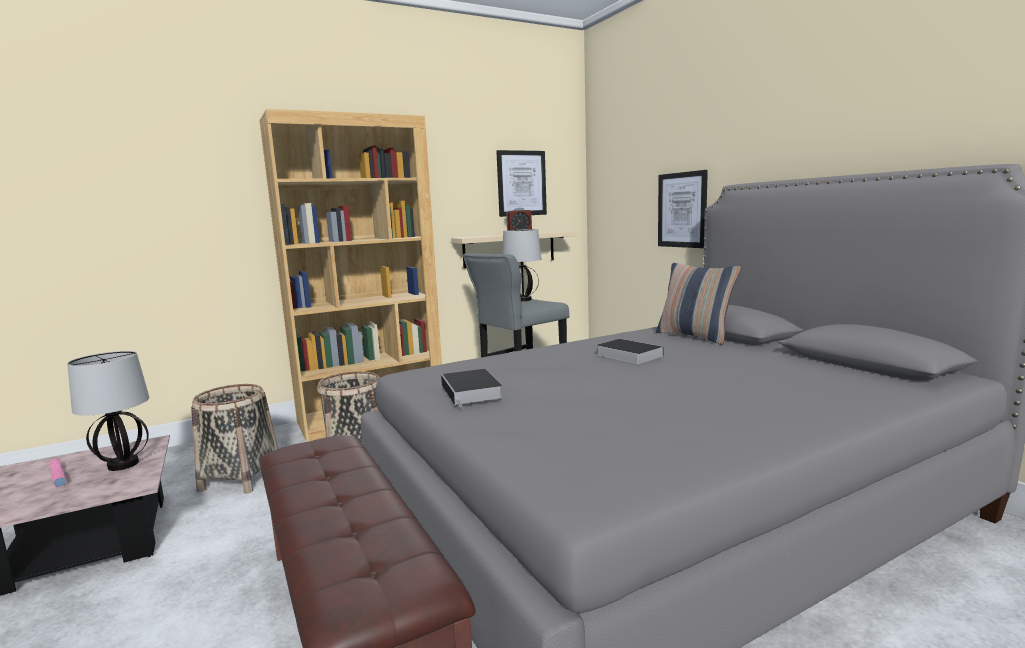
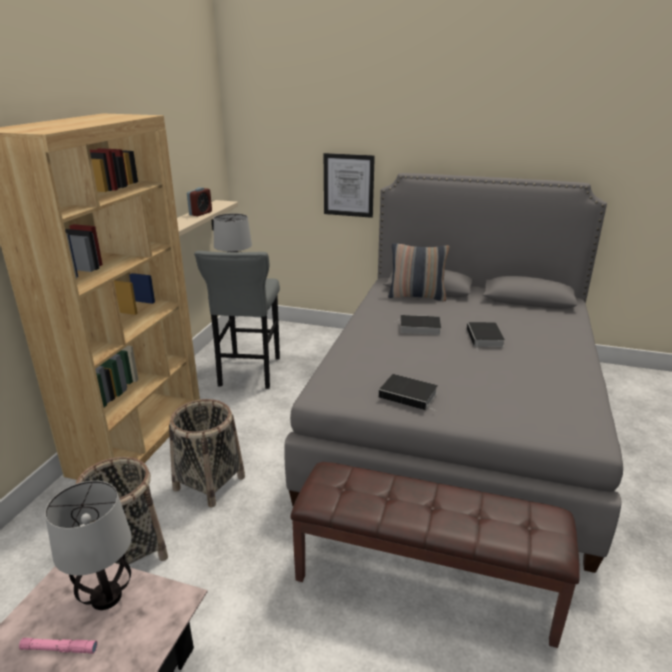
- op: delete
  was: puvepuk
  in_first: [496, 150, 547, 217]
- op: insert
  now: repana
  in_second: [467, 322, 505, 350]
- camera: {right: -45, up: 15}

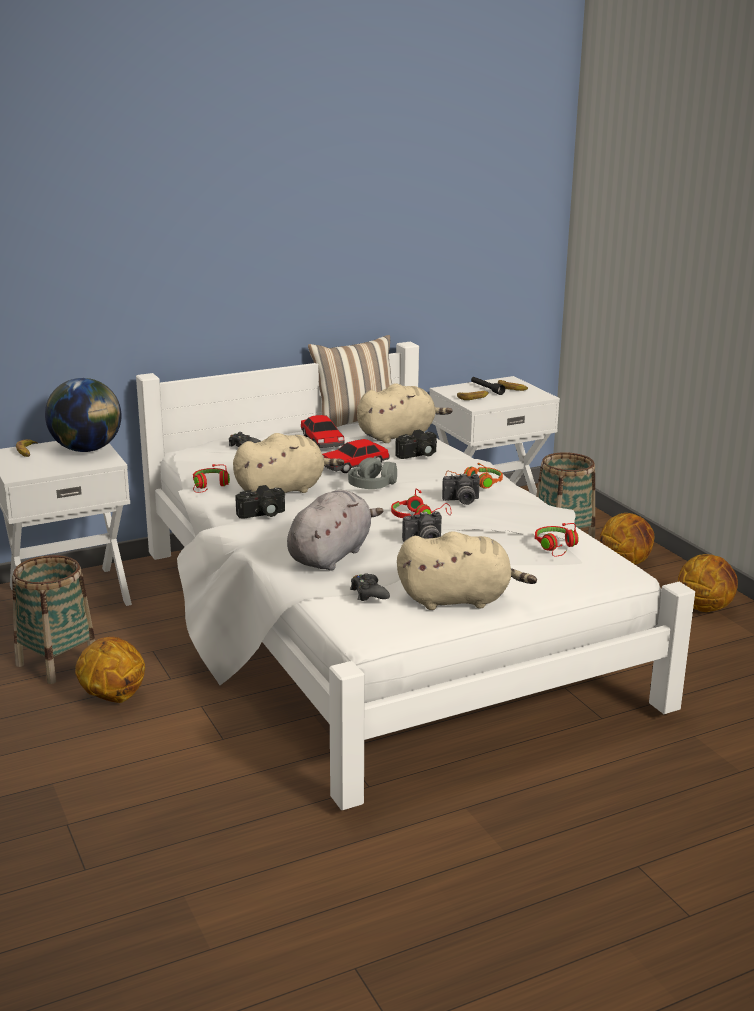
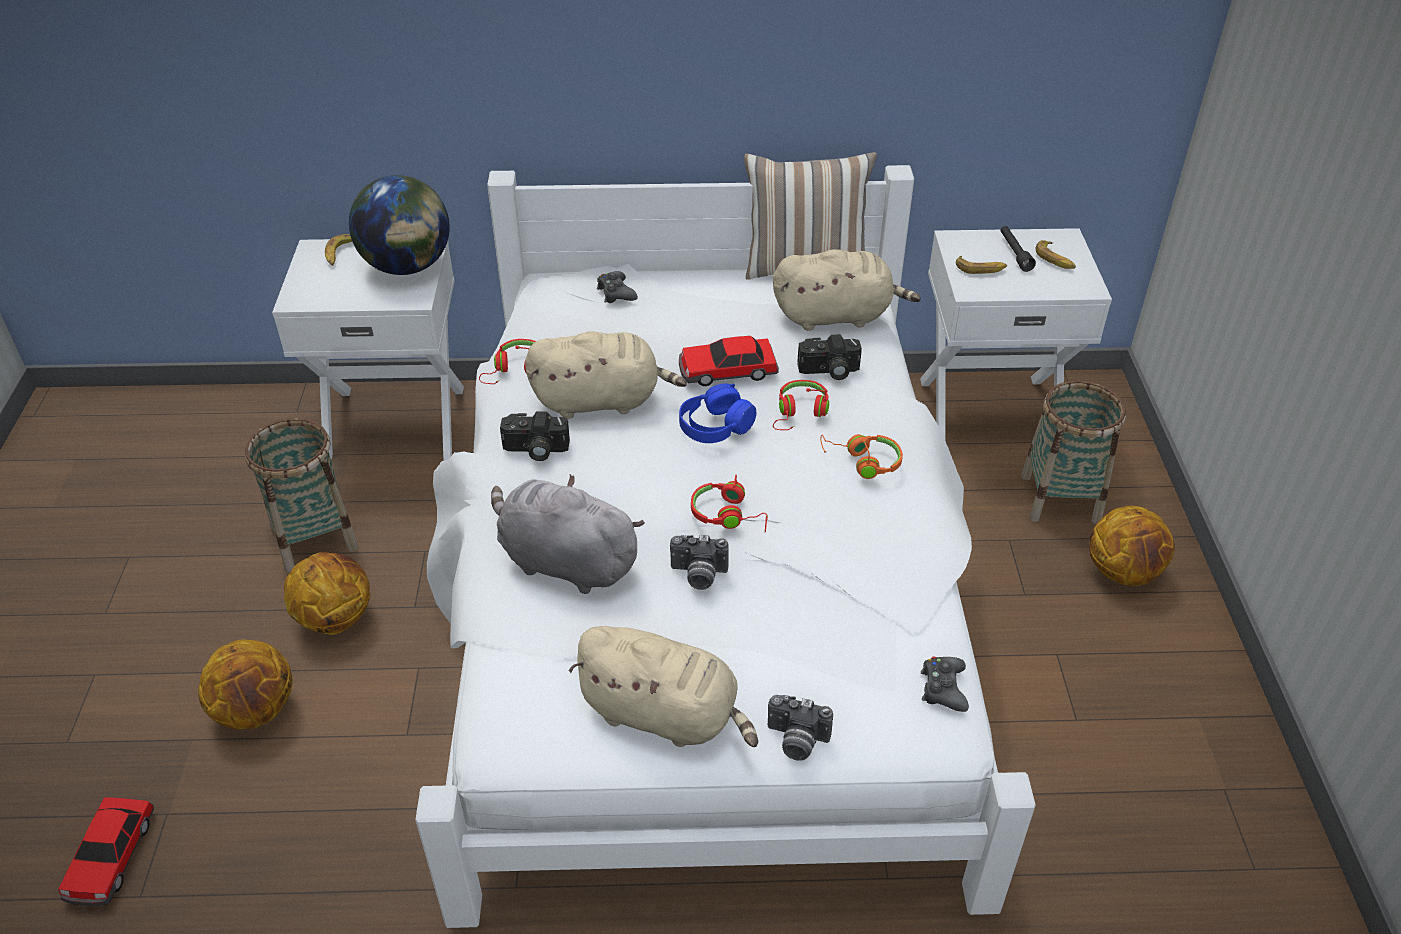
- op: rotate
  was: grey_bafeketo
  in_first: [287, 490, 384, 571]
  in_second: [491, 474, 645, 594]
  clockwise: -120
- op: move
  was: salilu
  in_first: [301, 415, 344, 448]
  in_second: [58, 797, 154, 906]
- op: recolor
  was: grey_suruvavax
  now: blue_suruvavax
  in_first: [348, 456, 397, 489]
  in_second: [679, 383, 756, 443]
- op: move
  was: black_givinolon
  in_first: [350, 573, 390, 601]
  in_second: [921, 657, 969, 712]
- op: move
  was: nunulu
  in_first: [442, 473, 480, 505]
  in_second: [768, 695, 833, 761]
- op: move
  was: red_suruvavax
  in_first: [535, 523, 579, 557]
  in_second: [773, 380, 829, 430]
- op: move
  was: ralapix
  in_first: [678, 554, 738, 612]
  in_second: [198, 639, 293, 730]
- camera: {right: 25, up: 20}

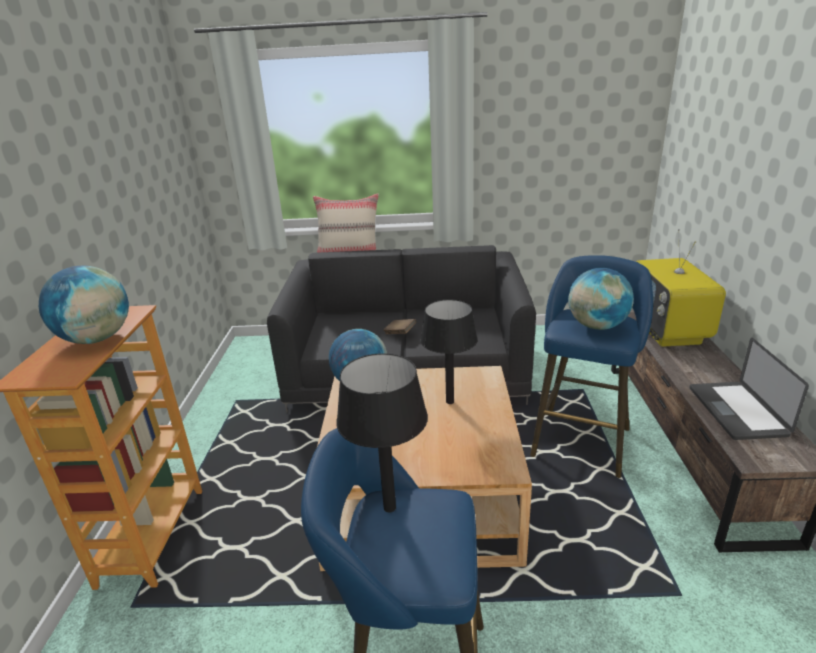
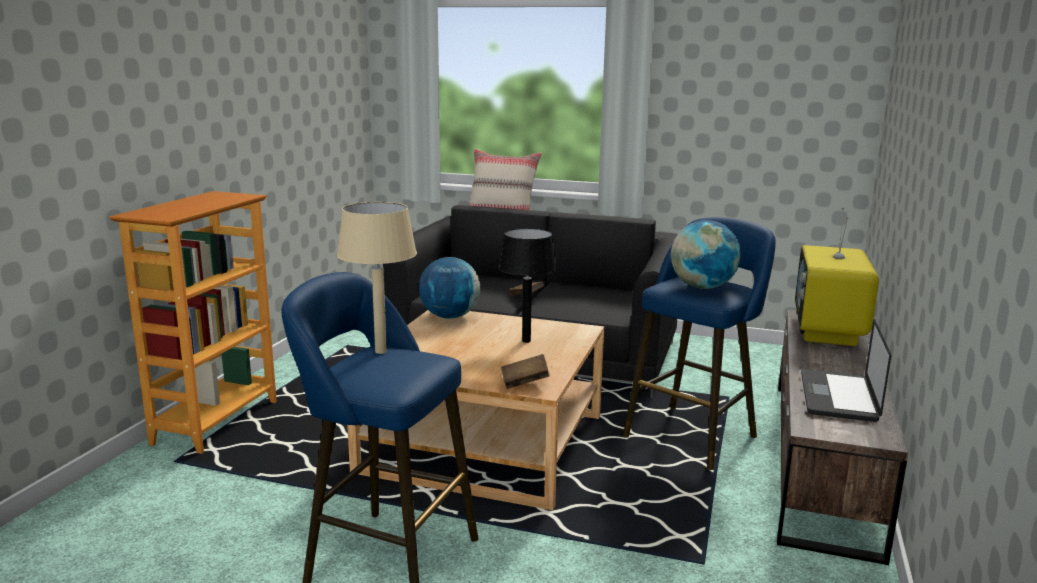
- op: delete
  was: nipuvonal
  in_first: [39, 266, 129, 344]
- op: recolor
  was: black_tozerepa
  now: beige_tozerepa
  in_first: [336, 353, 428, 513]
  in_second: [337, 202, 417, 354]
- op: insert
  now: brown_repana
  in_second: [501, 354, 550, 389]
- camera: {right: 15, up: -10}

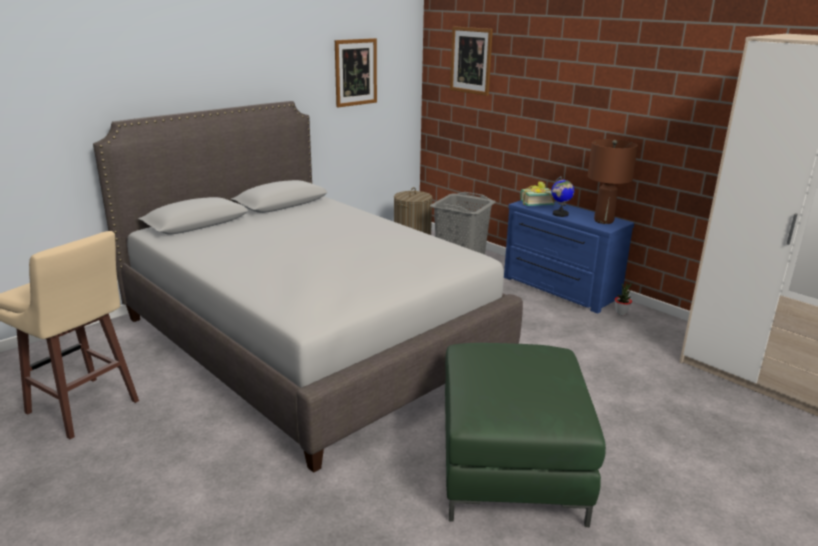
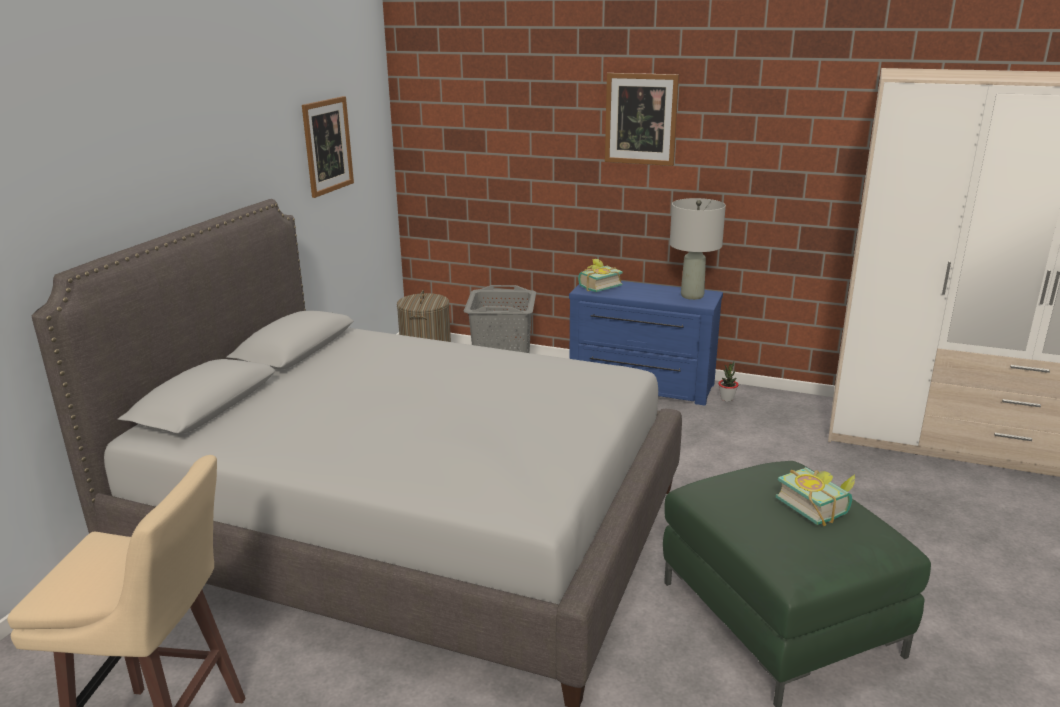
- op: move
  was: puvepuk
  in_first: [450, 26, 493, 96]
  in_second: [605, 73, 679, 166]
- op: delete
  was: nipuvonal
  in_first: [551, 176, 574, 217]
- op: recolor
  was: brown_tozerepa
  now: grey_tozerepa
  in_first: [588, 139, 638, 224]
  in_second: [670, 198, 726, 300]
- op: insert
  now: repana
  in_second: [776, 467, 855, 526]
- camera: {right: -25, up: 0}

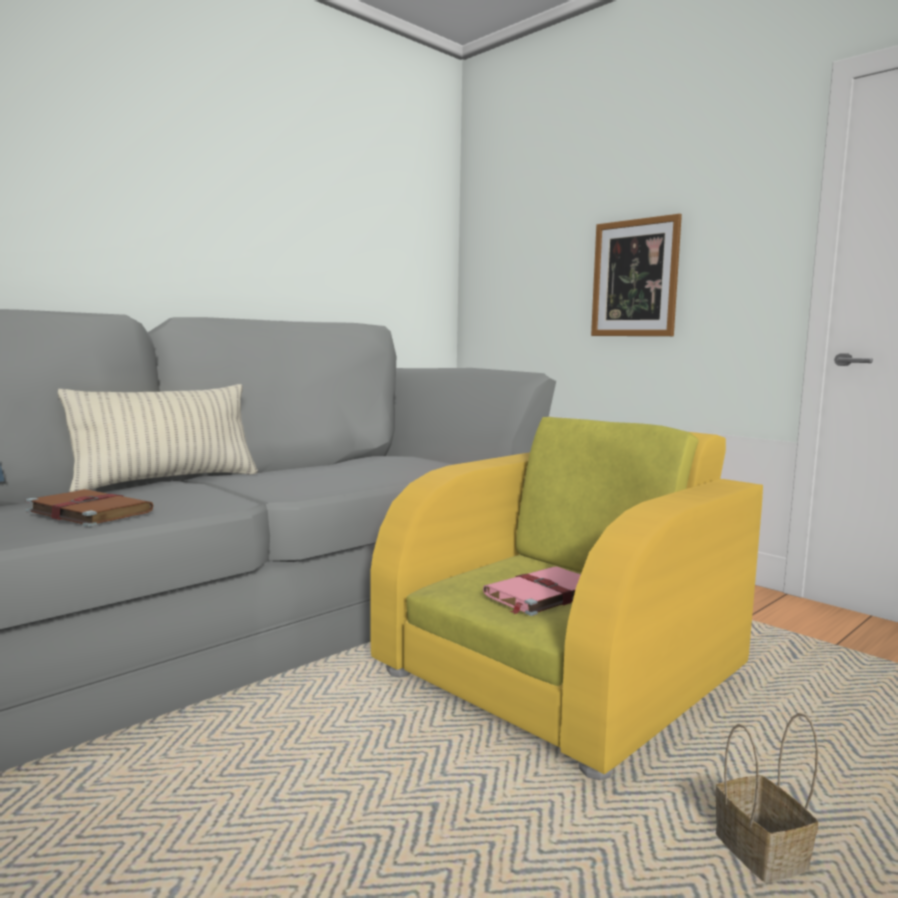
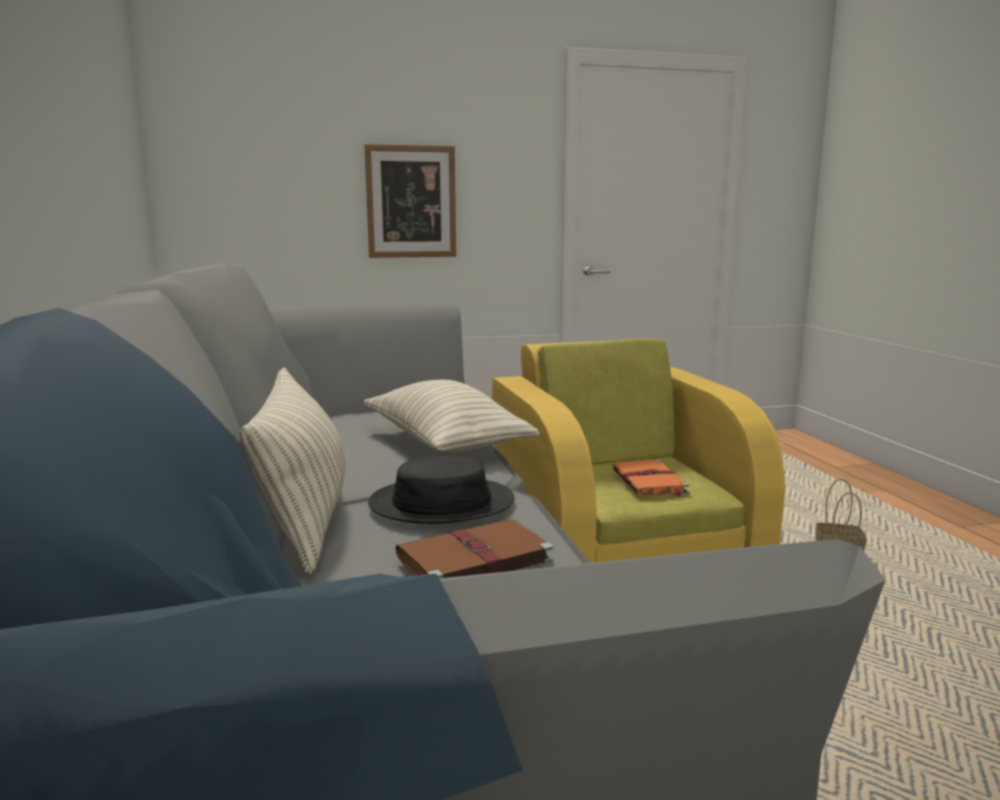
- op: recolor
  was: pink_repana
  now: orange_repana
  in_first: [483, 566, 581, 616]
  in_second: [613, 459, 689, 498]
- op: insert
  now: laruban
  in_second: [364, 380, 540, 452]
- op: insert
  now: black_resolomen
  in_second: [368, 456, 514, 524]
- camera: {right: -60, up: 5}

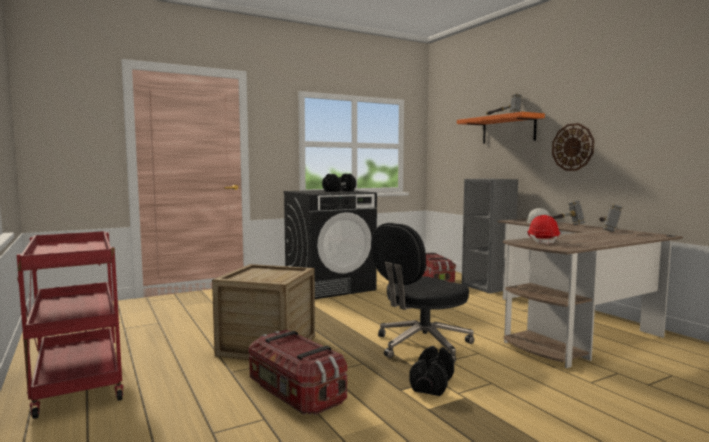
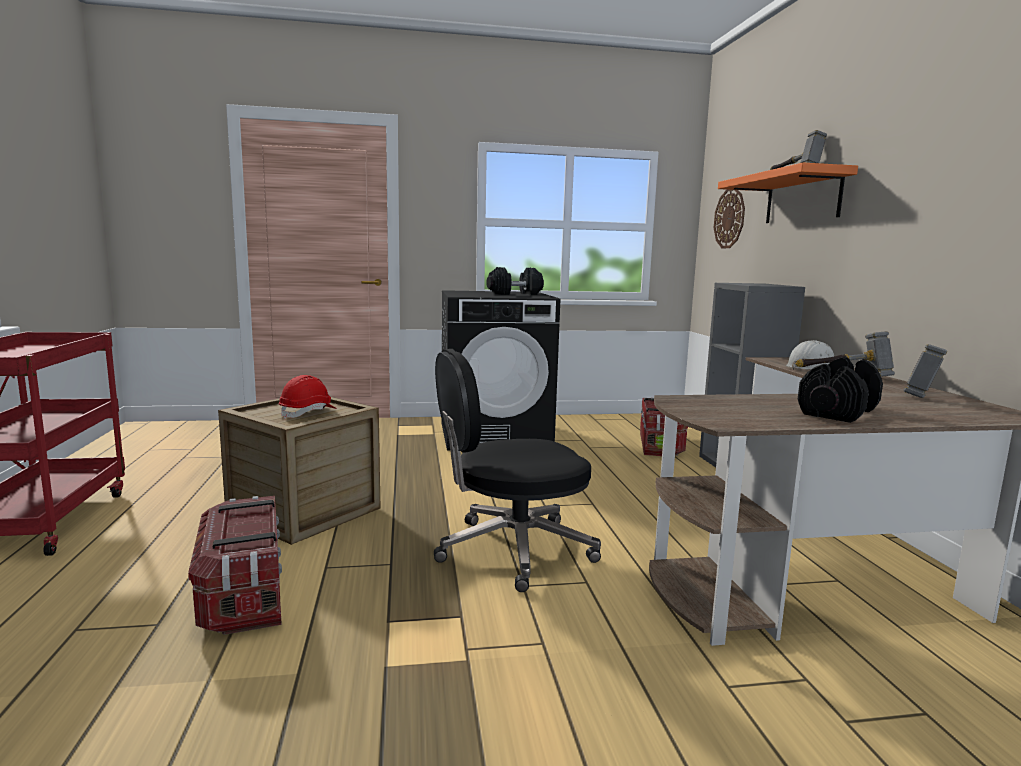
- op: move
  was: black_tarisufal
  in_first: [409, 346, 454, 396]
  in_second: [798, 357, 883, 423]
- op: move
  was: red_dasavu
  in_first: [527, 215, 560, 245]
  in_second: [279, 375, 337, 419]
- op: move
  was: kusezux
  in_first: [552, 123, 594, 171]
  in_second: [714, 190, 745, 248]
- camera: {right: 20, up: 5}

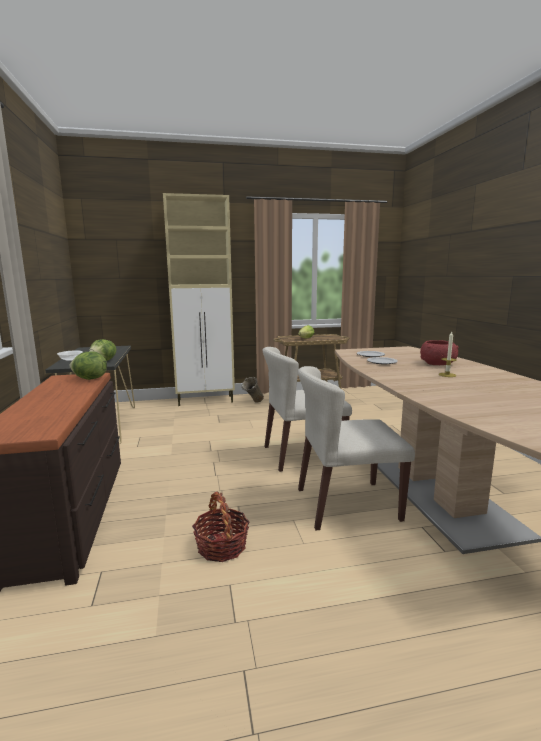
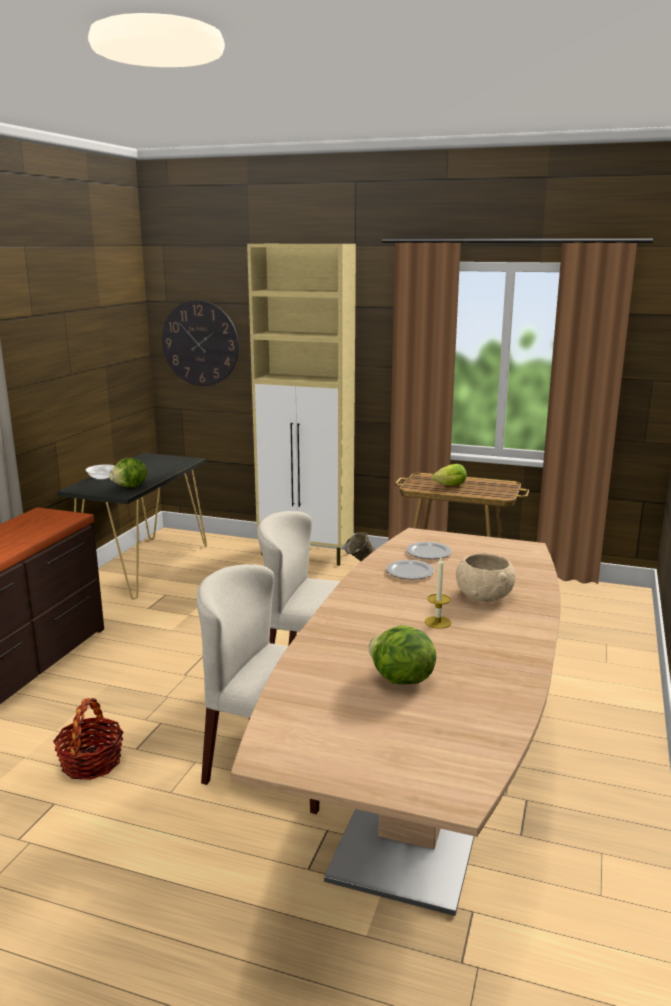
- op: move
  was: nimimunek
  in_first: [70, 351, 107, 380]
  in_second: [368, 625, 436, 684]
- op: recolor
  was: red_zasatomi
  now: beige_zasatomi
  in_first: [420, 340, 459, 365]
  in_second: [456, 553, 516, 601]
- op: insert
  now: kusezux
  in_second: [162, 300, 239, 386]
- camera: {right: 30, up: 5}

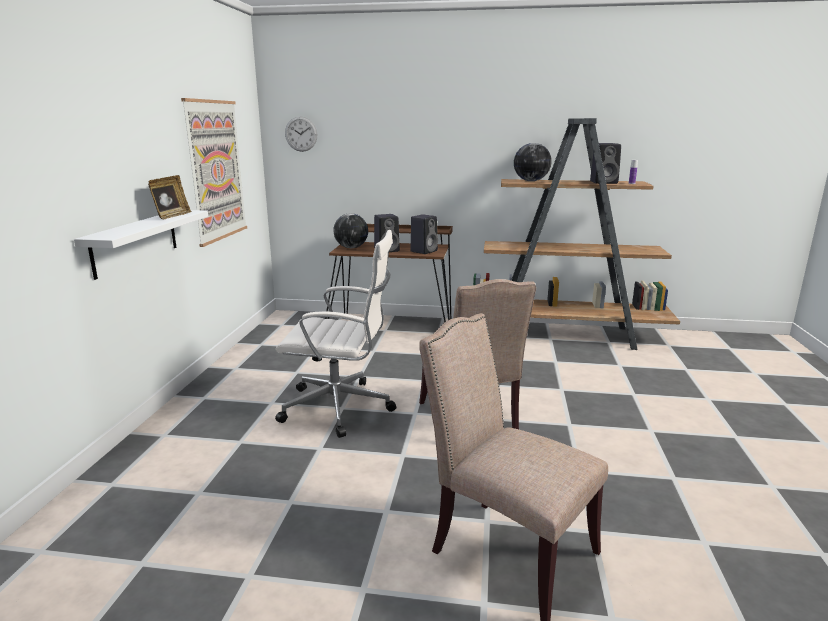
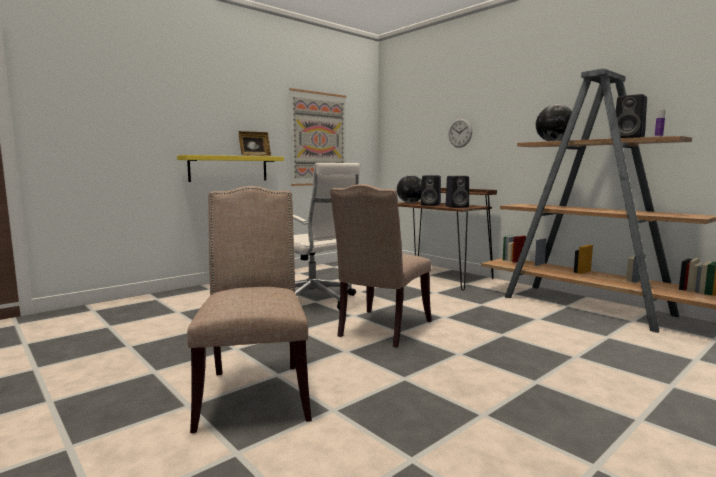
- op: recolor
  was: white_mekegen
  now: yellow_mekegen
  in_first: [74, 210, 208, 280]
  in_second: [177, 155, 284, 182]
- op: move
  was: kusezux
  in_first: [285, 116, 317, 152]
  in_second: [449, 118, 472, 148]
- camera: {right: 40, up: -10}

